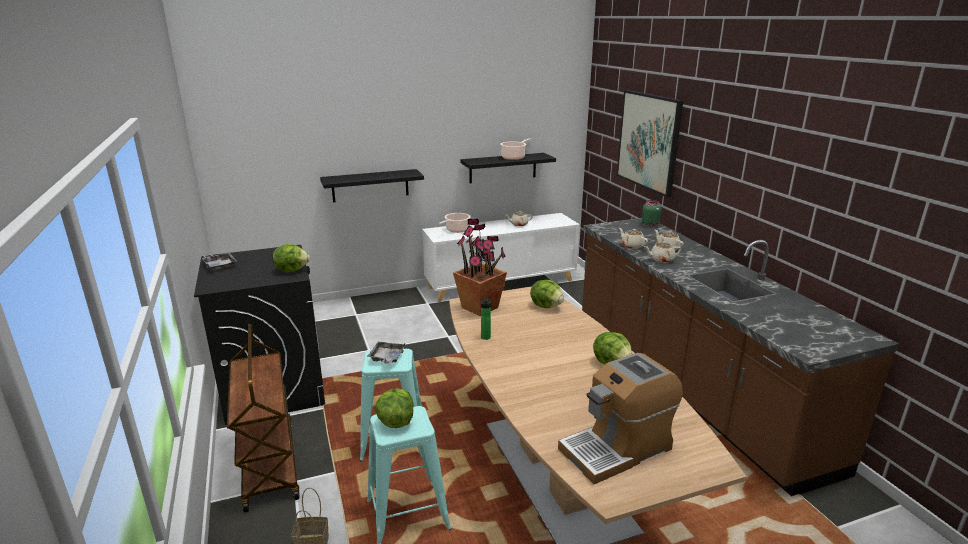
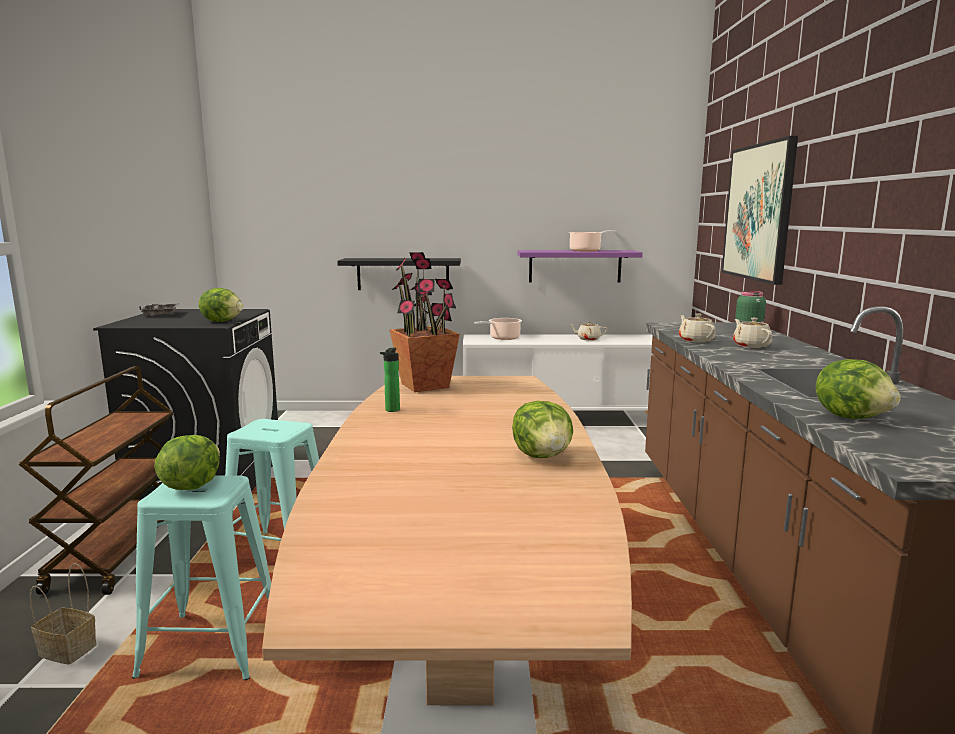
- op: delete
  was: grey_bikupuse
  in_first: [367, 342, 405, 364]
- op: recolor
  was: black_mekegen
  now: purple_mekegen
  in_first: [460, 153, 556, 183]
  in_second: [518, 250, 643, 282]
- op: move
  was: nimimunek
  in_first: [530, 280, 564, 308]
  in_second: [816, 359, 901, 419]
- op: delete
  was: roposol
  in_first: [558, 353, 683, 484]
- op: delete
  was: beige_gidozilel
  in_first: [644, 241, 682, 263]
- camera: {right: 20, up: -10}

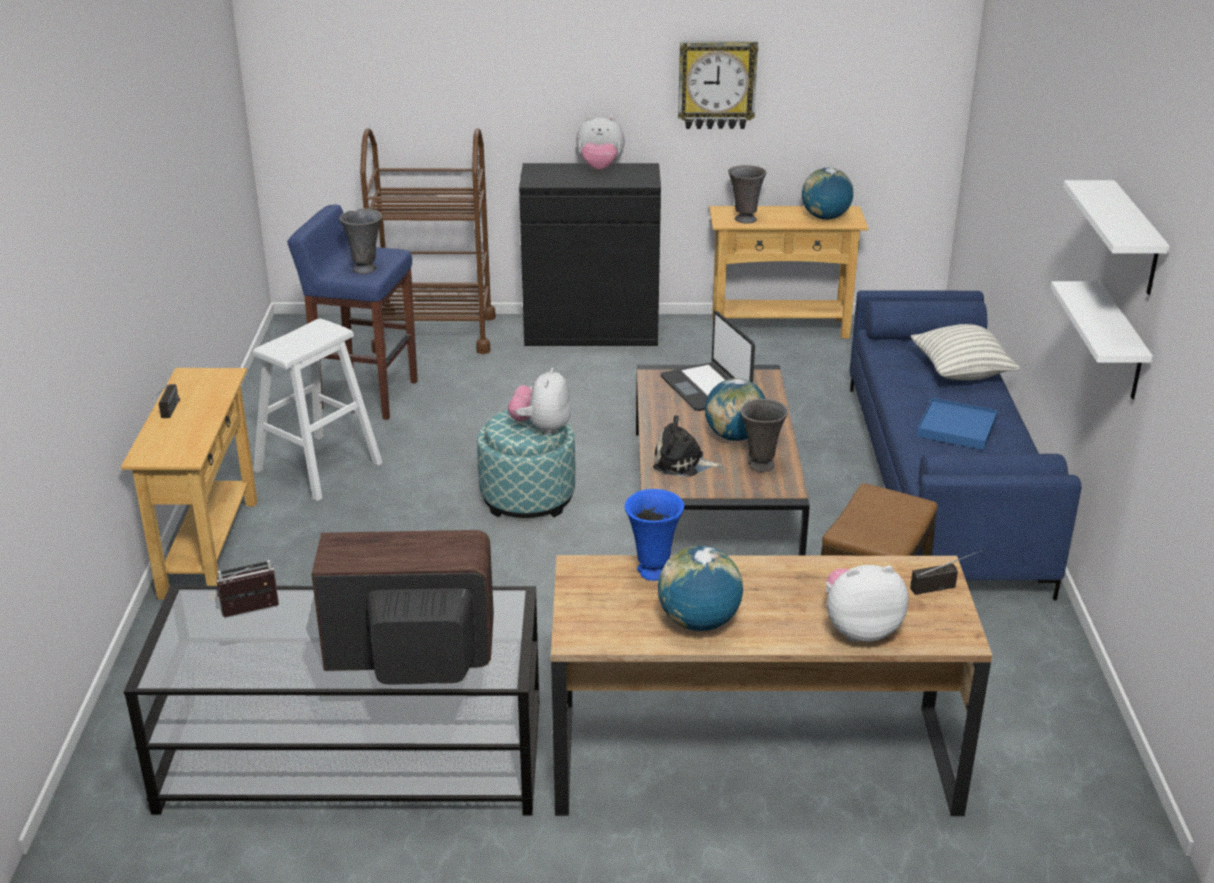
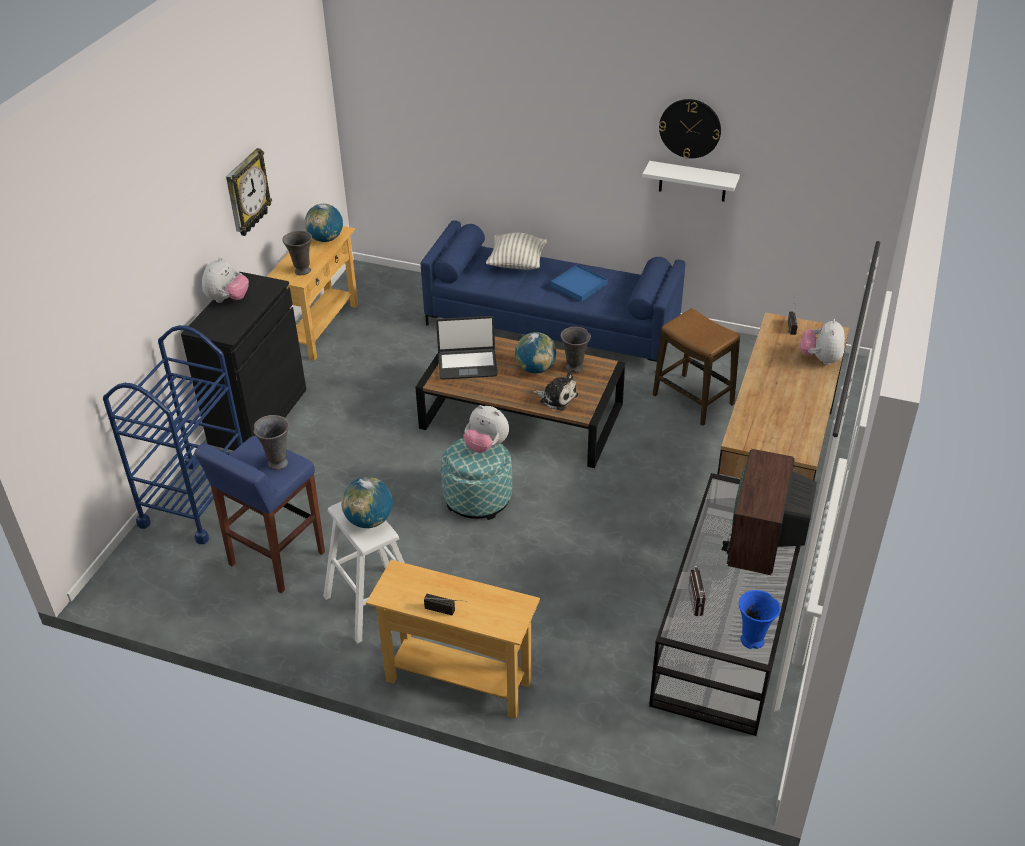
- op: recolor
  was: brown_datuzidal
  now: blue_datuzidal
  in_first: [360, 128, 496, 354]
  in_second: [103, 325, 243, 544]
- op: move
  was: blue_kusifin
  in_first: [625, 489, 684, 581]
  in_second: [739, 590, 780, 649]
- op: rotate
  was: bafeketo
  in_first: [653, 415, 722, 476]
  in_second: [533, 372, 578, 411]
  clockwise: -90
- op: move
  was: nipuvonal
  in_first: [658, 546, 743, 631]
  in_second: [341, 477, 393, 528]
- op: replace
  was: white_mekegen
  now: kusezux
  in_first: [1063, 180, 1170, 295]
  in_second: [659, 99, 721, 158]
- camera: {right: -70, up: 10}

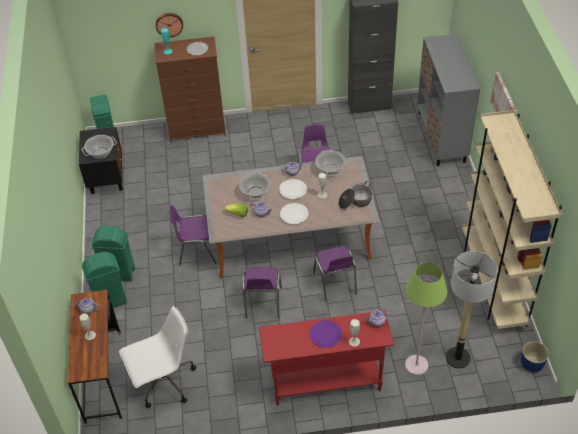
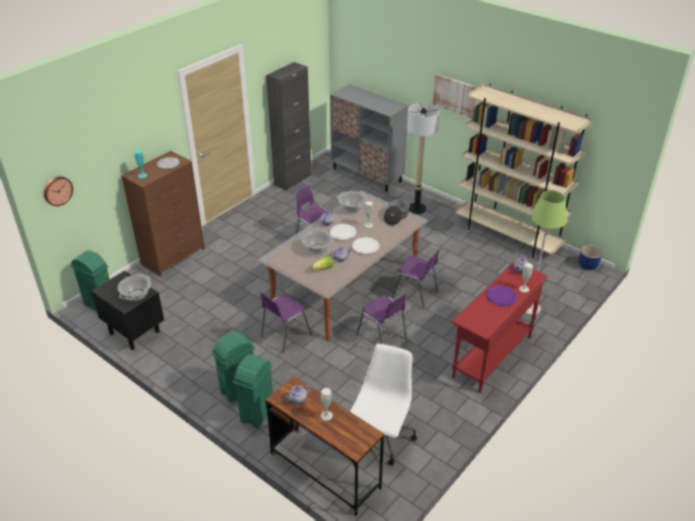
- op: move
  was: kusezux
  in_first: [156, 13, 183, 37]
  in_second: [44, 176, 73, 206]
- op: move
  was: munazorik
  in_first: [446, 251, 498, 369]
  in_second: [407, 103, 440, 214]
- camera: {right: -45, up: -10}

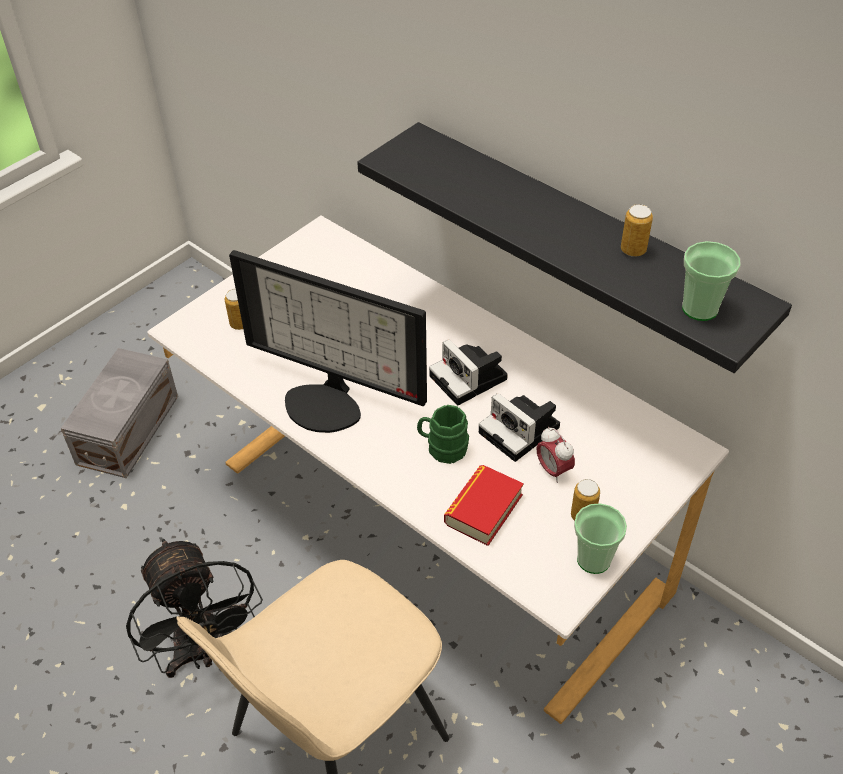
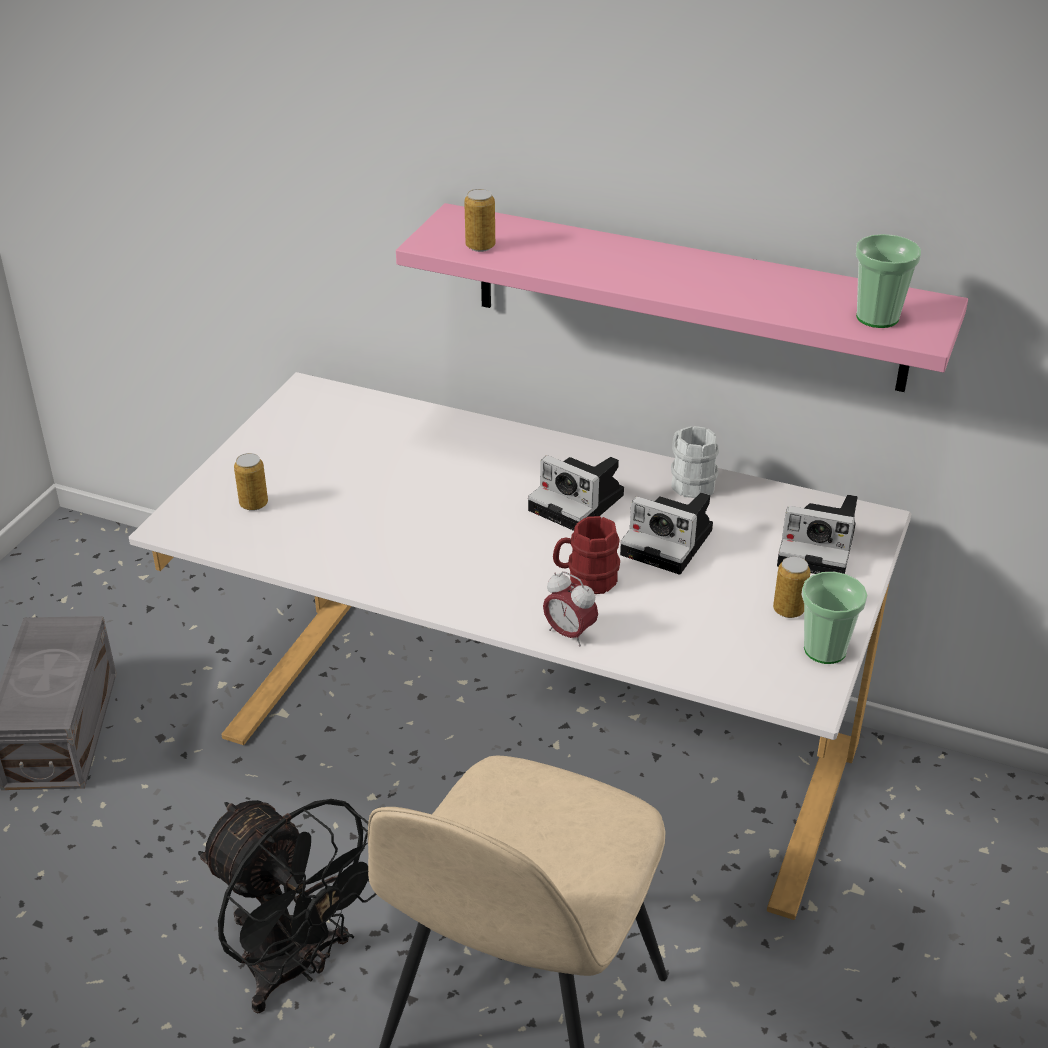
- op: delete
  was: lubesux
  in_first: [229, 250, 427, 433]
- op: recolor
  was: black_mekegen
  now: pink_mekegen
  in_first: [357, 122, 792, 373]
  in_second: [396, 203, 968, 392]
- op: recolor
  was: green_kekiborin
  now: red_kekiborin
  in_first: [417, 405, 469, 464]
  in_second: [553, 516, 620, 594]
- op: delete
  was: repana
  in_first: [444, 465, 524, 546]
- op: move
  was: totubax
  in_first: [536, 427, 575, 483]
  in_second: [543, 571, 598, 646]
- op: move
  was: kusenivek
  in_first: [621, 204, 653, 257]
  in_second: [464, 189, 495, 252]
- op: insert
  now: white_kekiborin
  in_second: [671, 426, 719, 498]
- op: insert
  now: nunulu
  in_second: [777, 495, 857, 574]
- camera: {right: -20, up: -10}

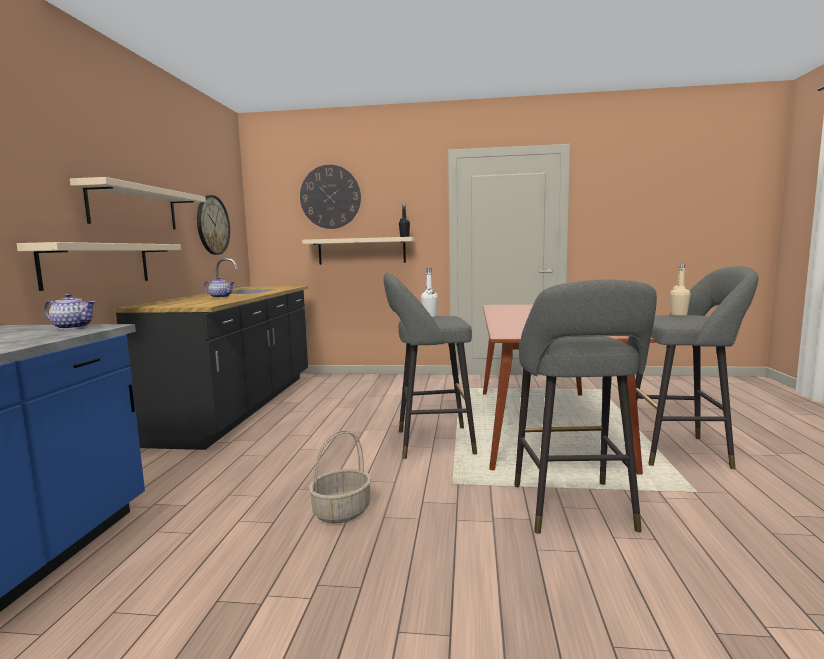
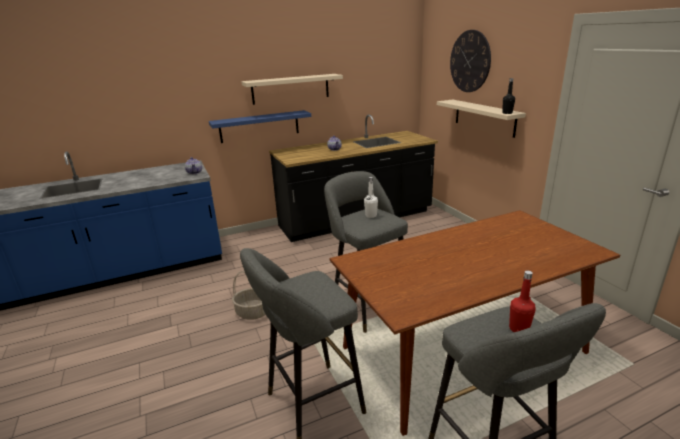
- op: recolor
  was: beige_mekegen
  now: blue_mekegen
  in_first: [17, 242, 181, 291]
  in_second: [209, 110, 311, 143]
- op: delete
  was: kusezux
  in_first: [197, 195, 230, 255]
- op: recolor
  was: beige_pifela
  now: red_pifela
  in_first: [670, 263, 691, 316]
  in_second: [509, 270, 536, 332]
- camera: {right: 60, up: 15}

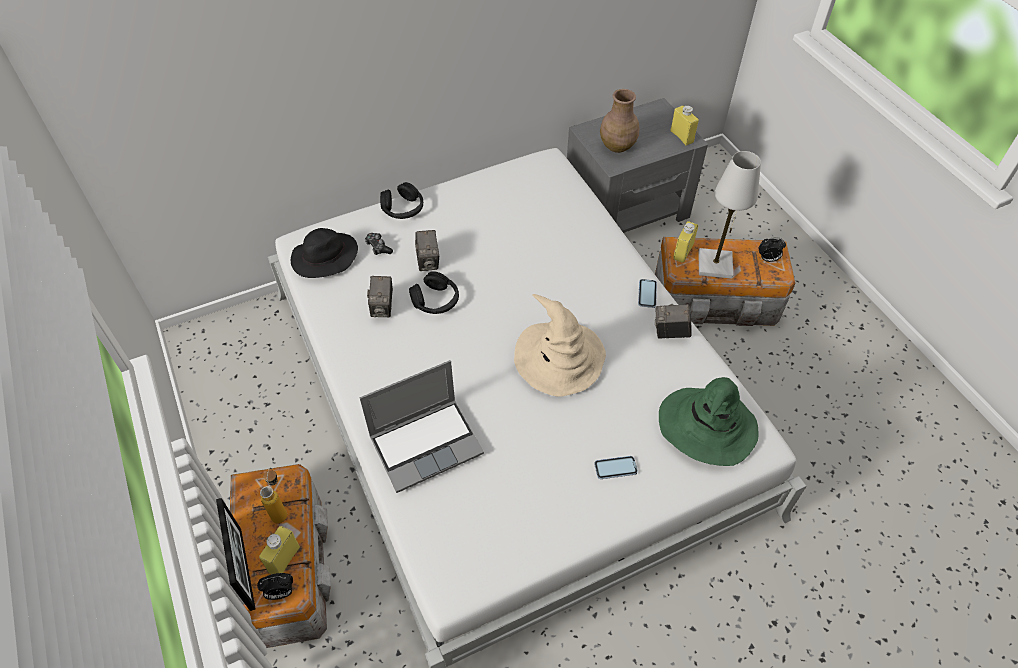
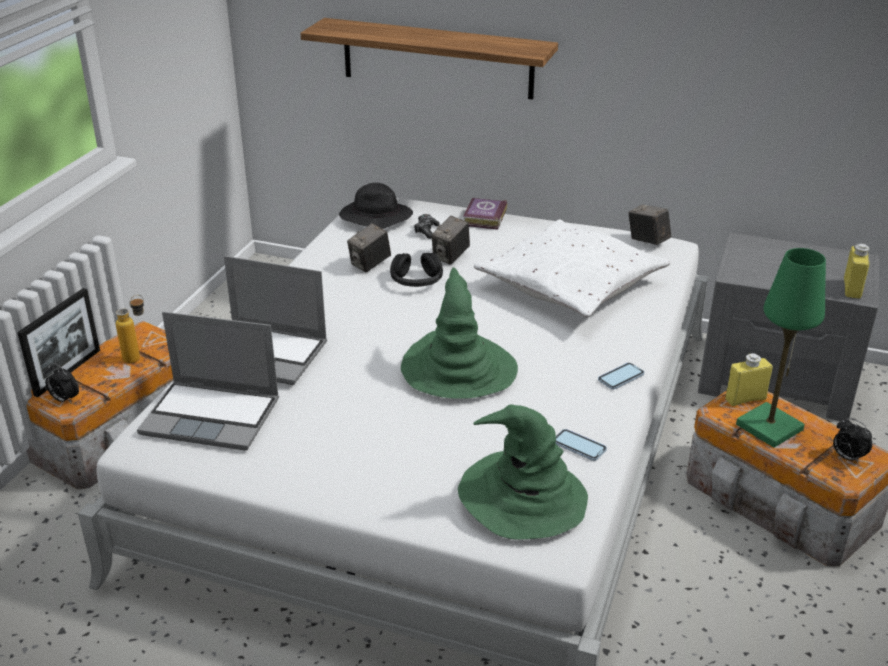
- op: delete
  was: yellow_pifela
  in_first: [259, 526, 300, 574]
- op: replace
  was: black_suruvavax
  now: repana
  in_first: [380, 182, 423, 219]
  in_second: [463, 198, 507, 230]
- op: recolor
  was: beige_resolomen
  now: green_resolomen
  in_first: [514, 294, 606, 397]
  in_second: [401, 268, 518, 399]
- op: move
  was: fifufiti
  in_first: [594, 456, 638, 479]
  in_second: [555, 429, 607, 461]
- op: delete
  was: brown_kusifin
  in_first: [600, 89, 639, 153]
- op: move
  was: nunulu
  in_first: [655, 304, 692, 339]
  in_second: [628, 204, 671, 245]
- op: recolor
  was: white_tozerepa
  now: green_tozerepa
  in_first: [699, 151, 761, 279]
  in_second: [736, 248, 826, 448]
- op: insert
  now: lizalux
  in_second: [137, 312, 279, 450]
- op: insert
  now: mekegen
  in_second: [300, 18, 558, 100]
- op: insert
  now: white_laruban
  in_second: [474, 220, 670, 318]
- camera: {right: 45, up: -20}

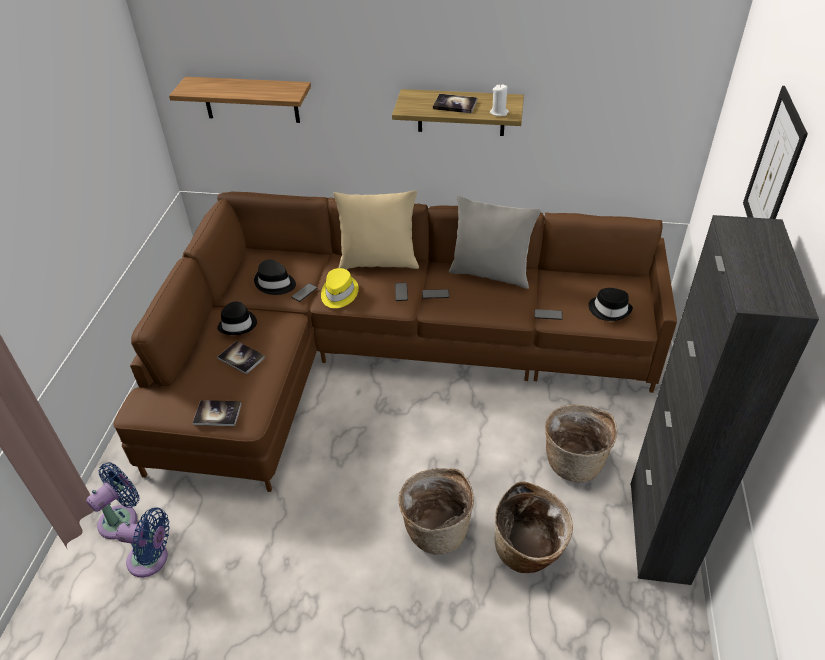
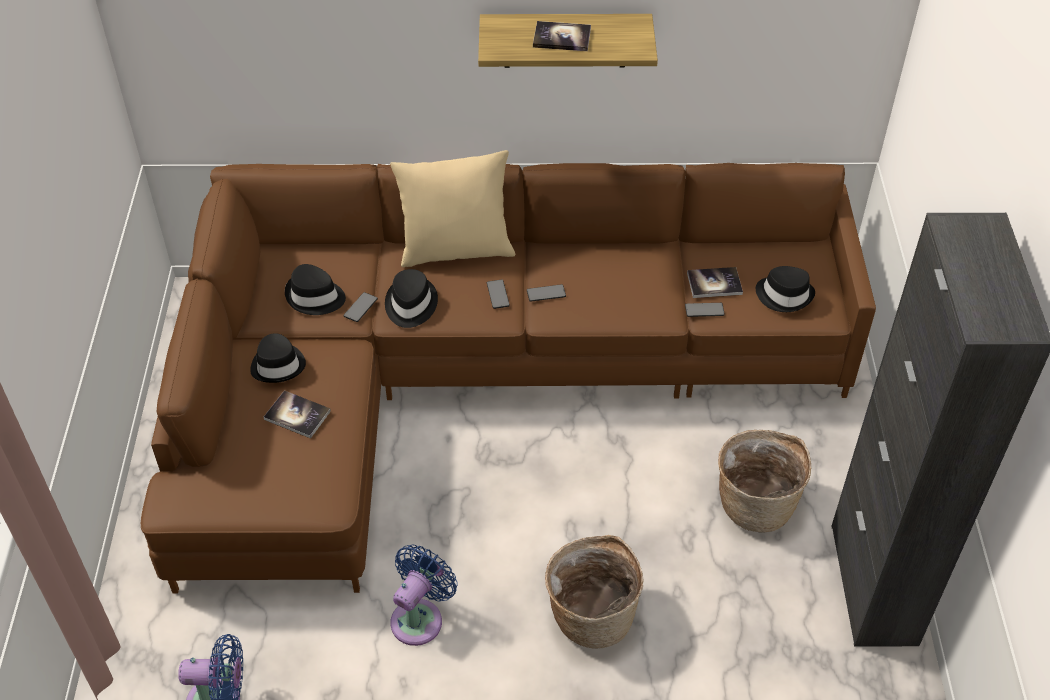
- op: move
  was: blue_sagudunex
  in_first: [86, 462, 139, 539]
  in_second: [390, 545, 457, 646]
- op: delete
  was: mekegen
  in_first: [169, 77, 311, 123]
- op: move
  was: repana
  in_first: [193, 400, 242, 426]
  in_second: [687, 267, 743, 298]
- op: recolor
  was: yellow_resolomen
  now: black_resolomen
  in_first: [321, 268, 359, 308]
  in_second: [385, 269, 438, 328]
- op: delete
  was: grey_laruban
  in_first: [449, 195, 541, 289]
- op: delete
  was: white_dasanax
  in_first: [490, 84, 509, 116]
- op: delete
  was: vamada
  in_first: [495, 482, 573, 573]
- op: delete
  was: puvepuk
  in_first: [743, 86, 808, 219]
- camera: {right: -10, up: 5}

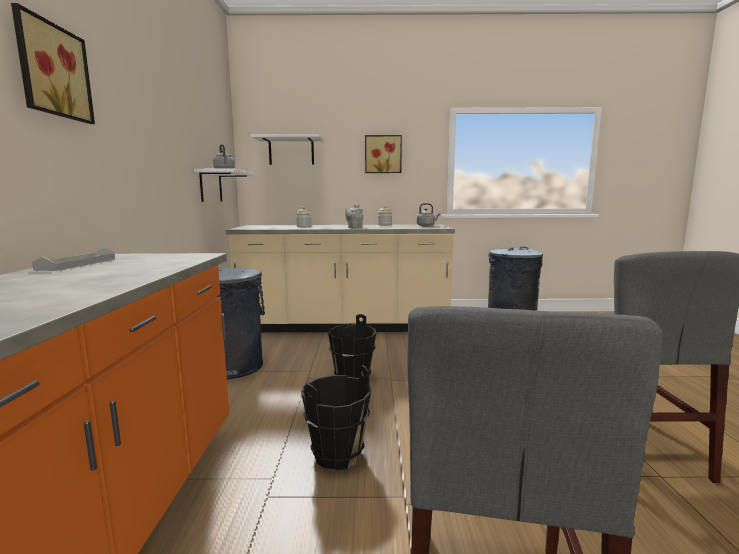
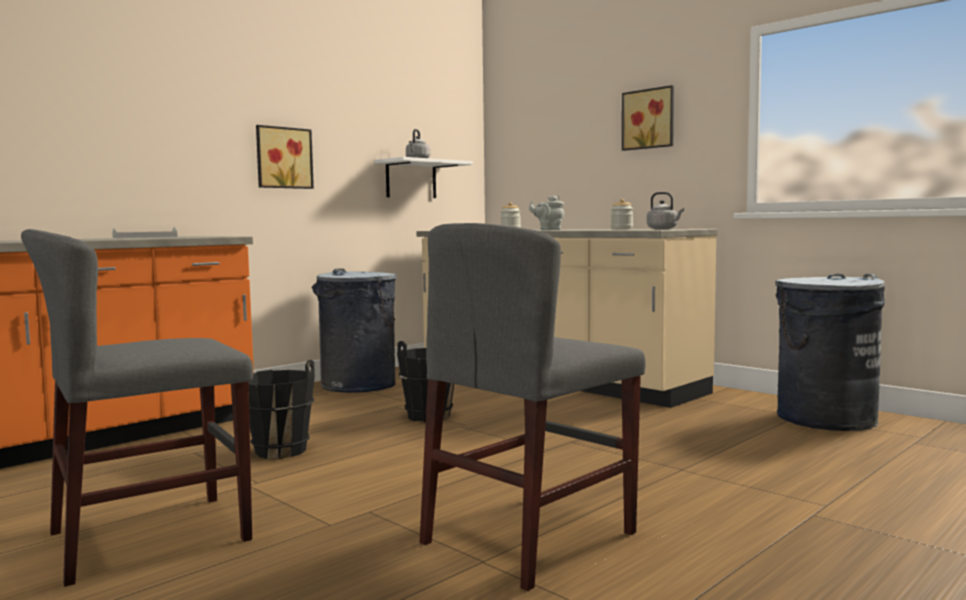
- op: move
  was: puvepuk
  in_first: [11, 3, 95, 124]
  in_second: [256, 125, 314, 189]
- op: delete
  was: white_mekegen
  in_first: [251, 134, 323, 165]
- camera: {right: 45, up: -5}

